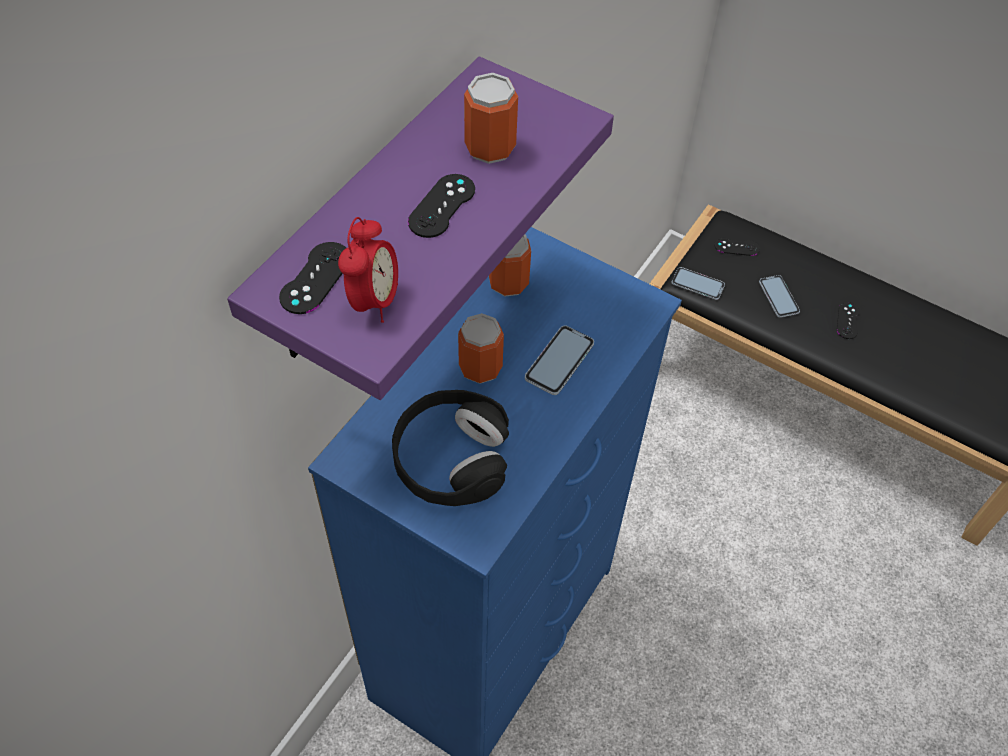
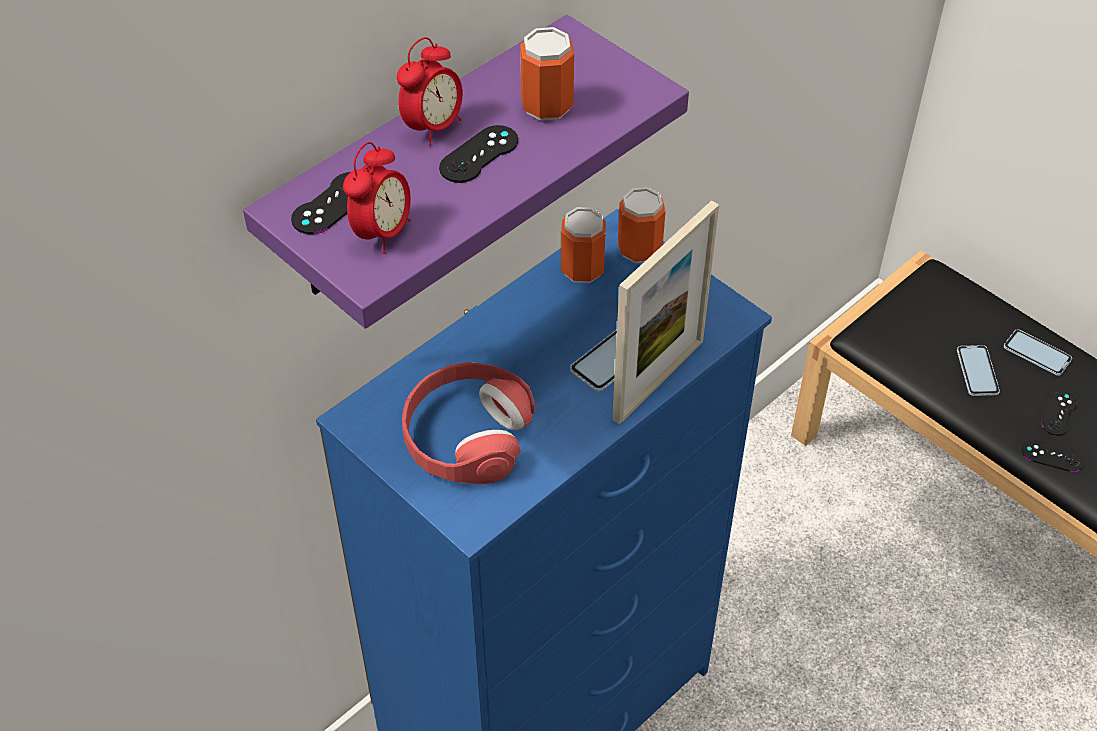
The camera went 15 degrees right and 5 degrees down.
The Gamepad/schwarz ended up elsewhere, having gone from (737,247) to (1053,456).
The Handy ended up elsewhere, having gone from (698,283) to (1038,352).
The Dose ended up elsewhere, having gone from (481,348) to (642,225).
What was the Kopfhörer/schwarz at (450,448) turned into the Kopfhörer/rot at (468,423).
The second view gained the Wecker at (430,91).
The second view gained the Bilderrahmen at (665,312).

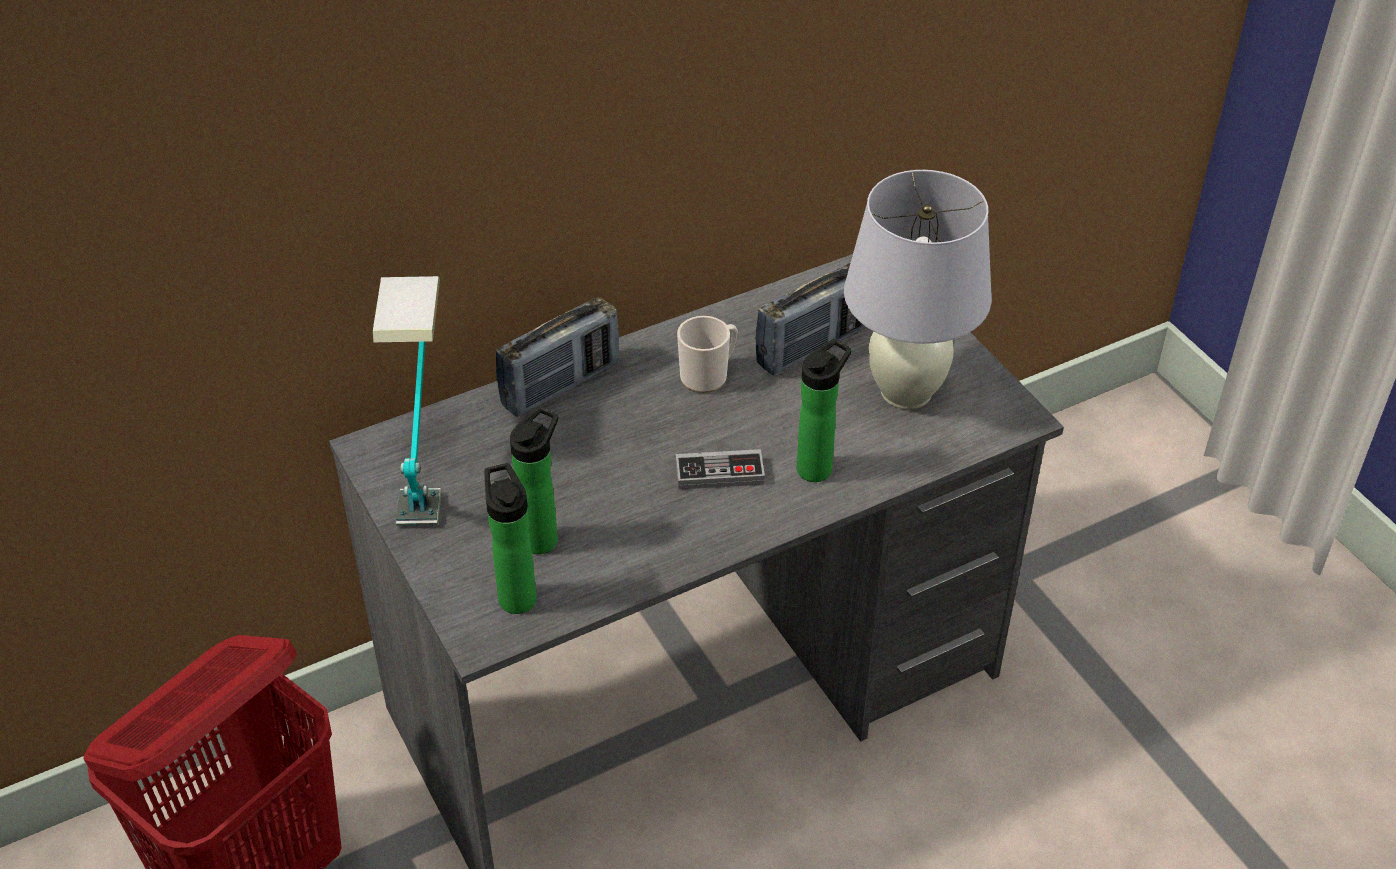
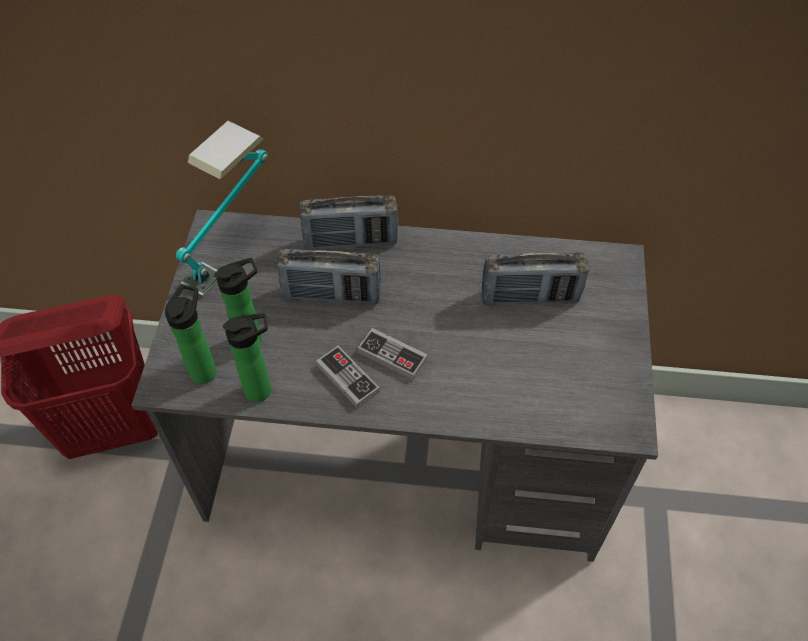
The camera went 35 degrees right and 10 degrees up.
The second view lost the Tischlampe/weiß at (918,289).
The second view lost the Henkelbecher at (707,354).
The Flasche ended up elsewhere, having gone from (824,410) to (247,357).
The second view gained the Radio at (329,276).
The second view gained the Gamepad at (348,377).

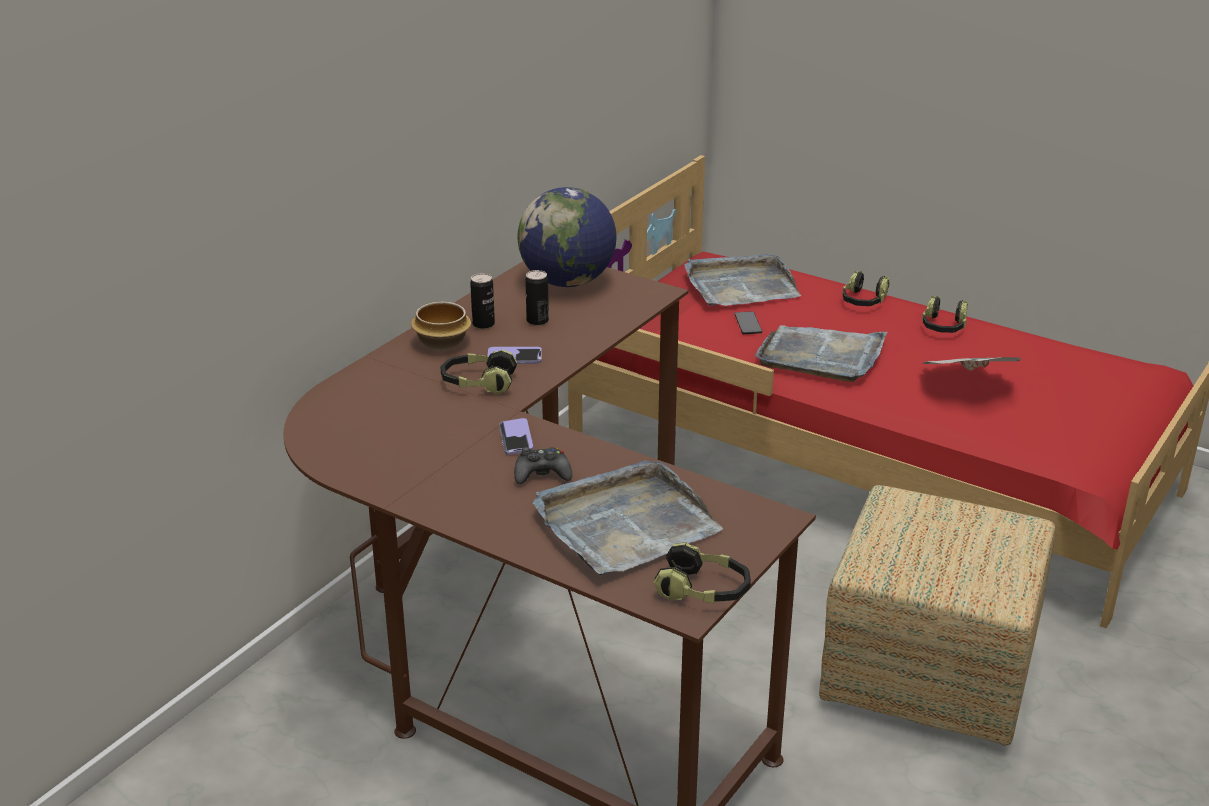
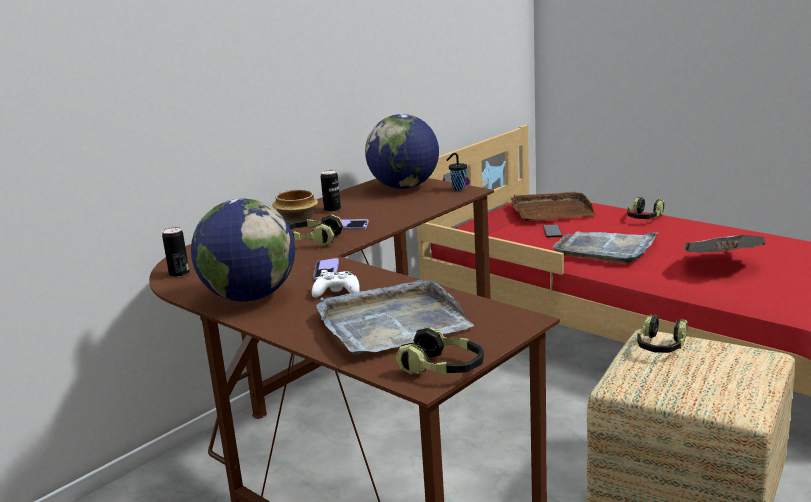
The camera went 10 degrees right and 10 degrees down.
What was the Tablett/grau at (742,280) turned into the Tablett/braun at (553,206).
The Dose ended up elsewhere, having gone from (537,298) to (175,252).
The Kopfhörer ended up elsewhere, having gone from (945,314) to (662,334).
What was the Gamepad/schwarz at (543,465) turned into the Gamepad/weiß at (336,284).
The second view gained the Tasse/schwarz at (456,172).
The second view gained the Globus at (243,250).

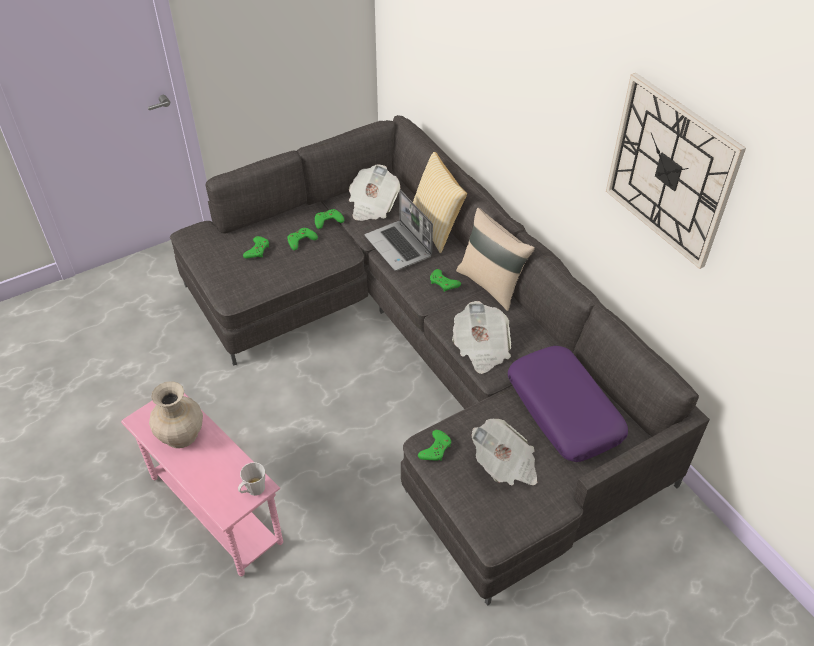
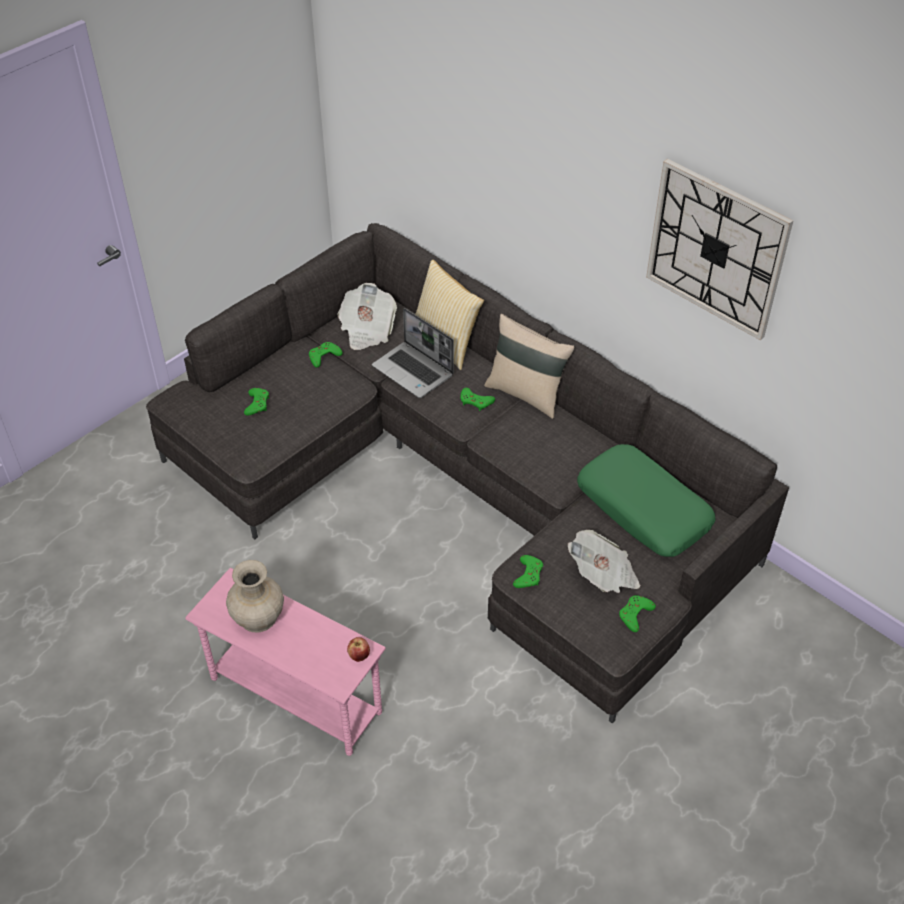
The camera went 15 degrees left and 0 degrees up.
The Gamepad/grün ended up elsewhere, having gone from (302,239) to (637,613).
The second view lost the Zeitung at (481,337).
What was the Kissen/lila at (568,404) turned into the Kissen/grün at (646,500).
Where the Henkelbecher/grau stood at (251,479), the Apfel came to stand at (358,649).

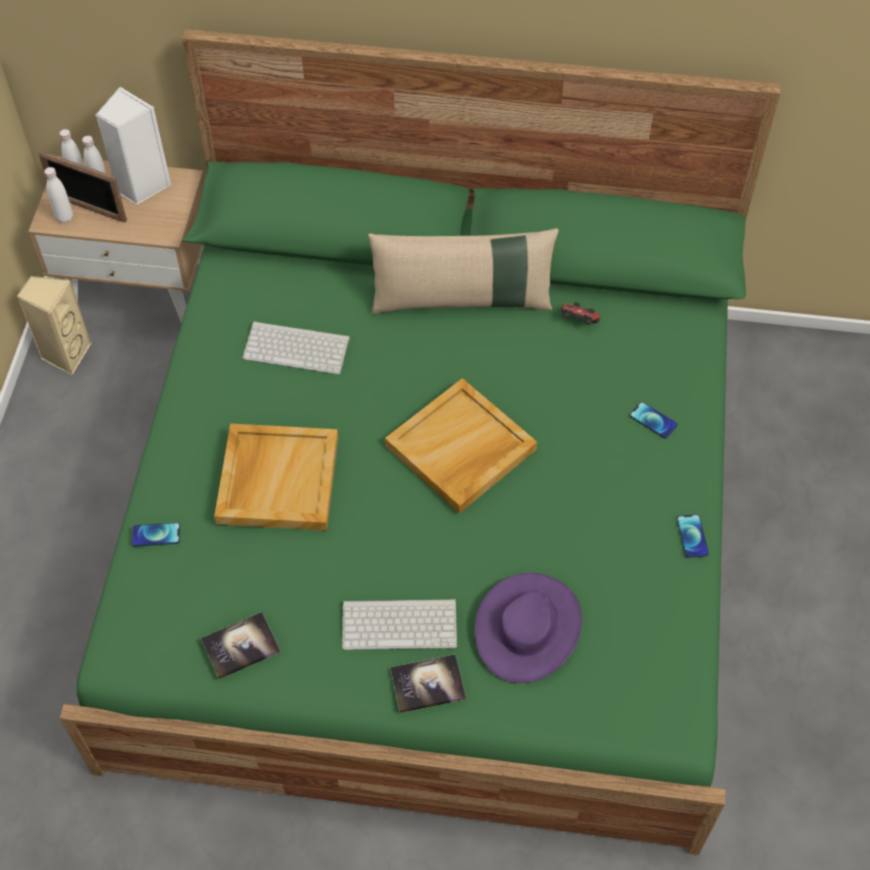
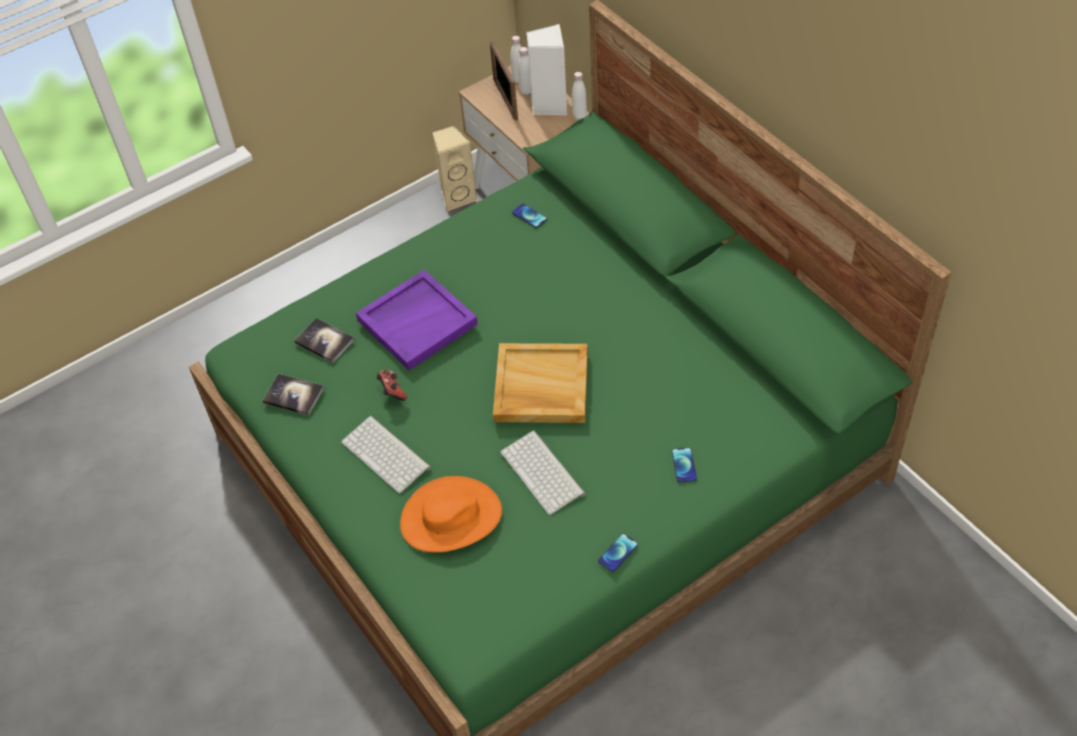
The camera went 50 degrees right and 5 degrees down.
The Flasche/weiß ended up elsewhere, having gone from (58,195) to (579,96).
The second view lost the Kissen/beige at (463,271).
The Gamepad ended up elsewhere, having gone from (580,313) to (391,385).
The Tastatur ended up elsewhere, having gone from (296,347) to (543,472).
What was the Tablett/beige at (276,477) turned into the Tablett/lila at (417,320).
The Handy ended up elsewhere, having gone from (156,534) to (529,215).
What was the Hut/lila at (528,628) turned into the Hut/orange at (451,514).
The Buch ended up elsewhere, having gone from (428,683) to (324,340).

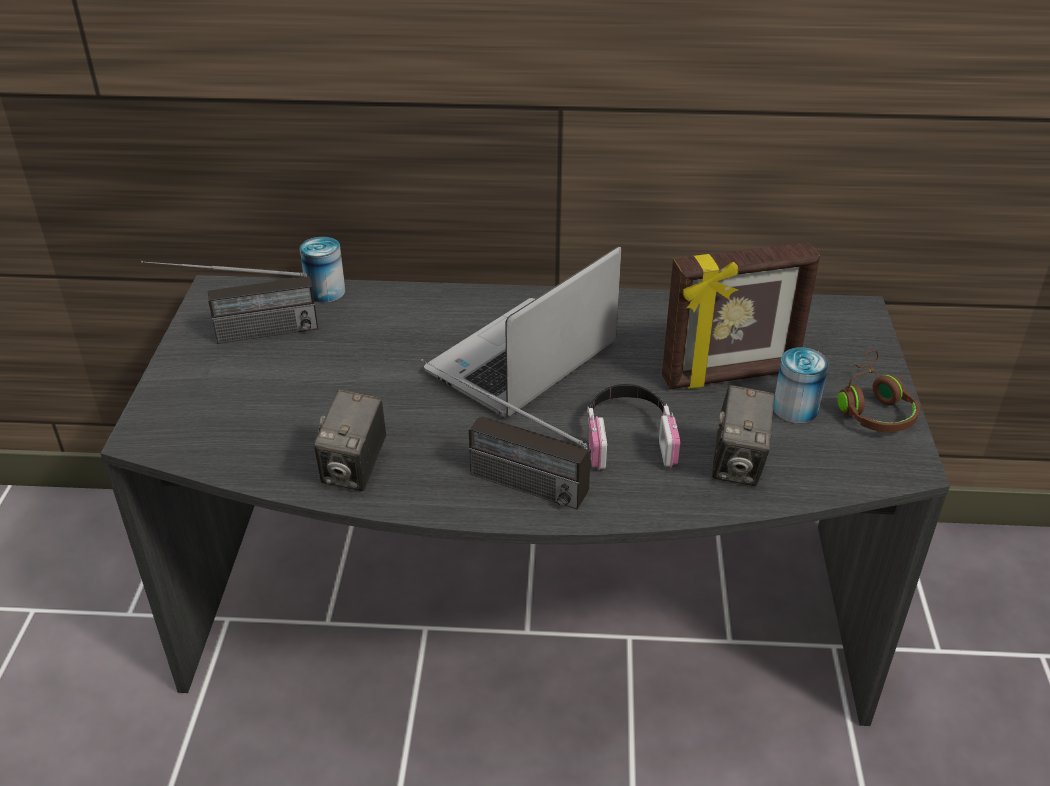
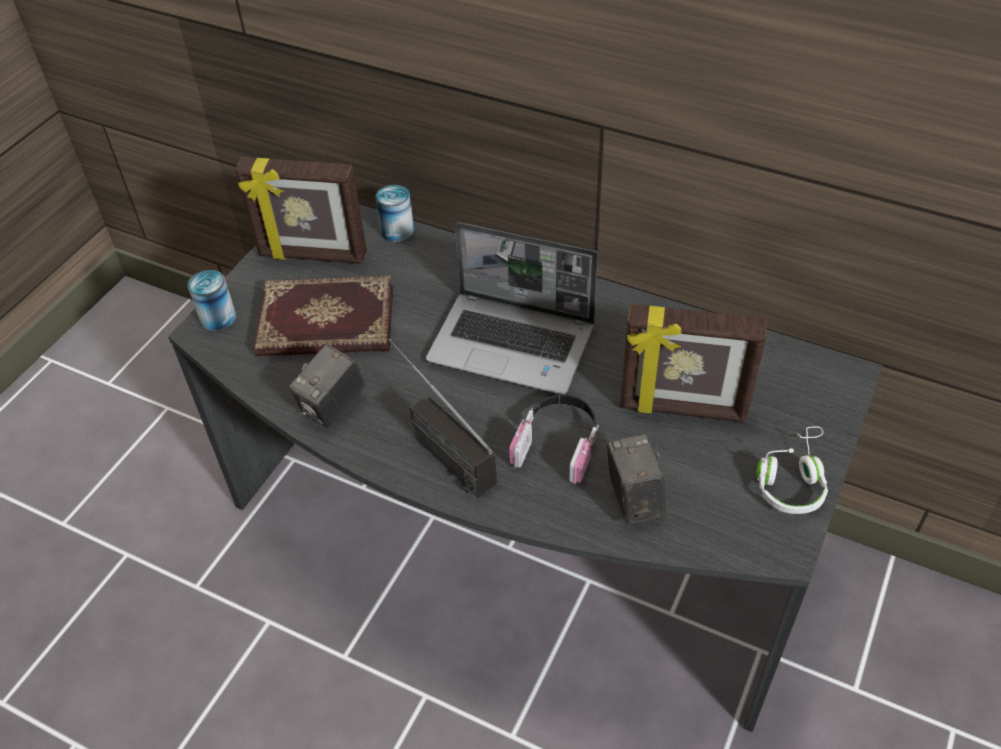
The camera went 25 degrees right and 10 degrees up.
The Laptop at (522,332) ended up facing another way, 135 degrees counterclockwise from before.
Where the Radio stood at (229,302), the Bilderrahmen came to stand at (301,210).
The Dose ended up elsewhere, having gone from (800,385) to (211,300).
What was the Kopfhörer/braun at (879,391) turned into the Kopfhörer/weiß at (792,470).
The Kamera at (743,435) ended up facing another way, 135 degrees clockwise from before.
The second view gained the Buch at (323,316).

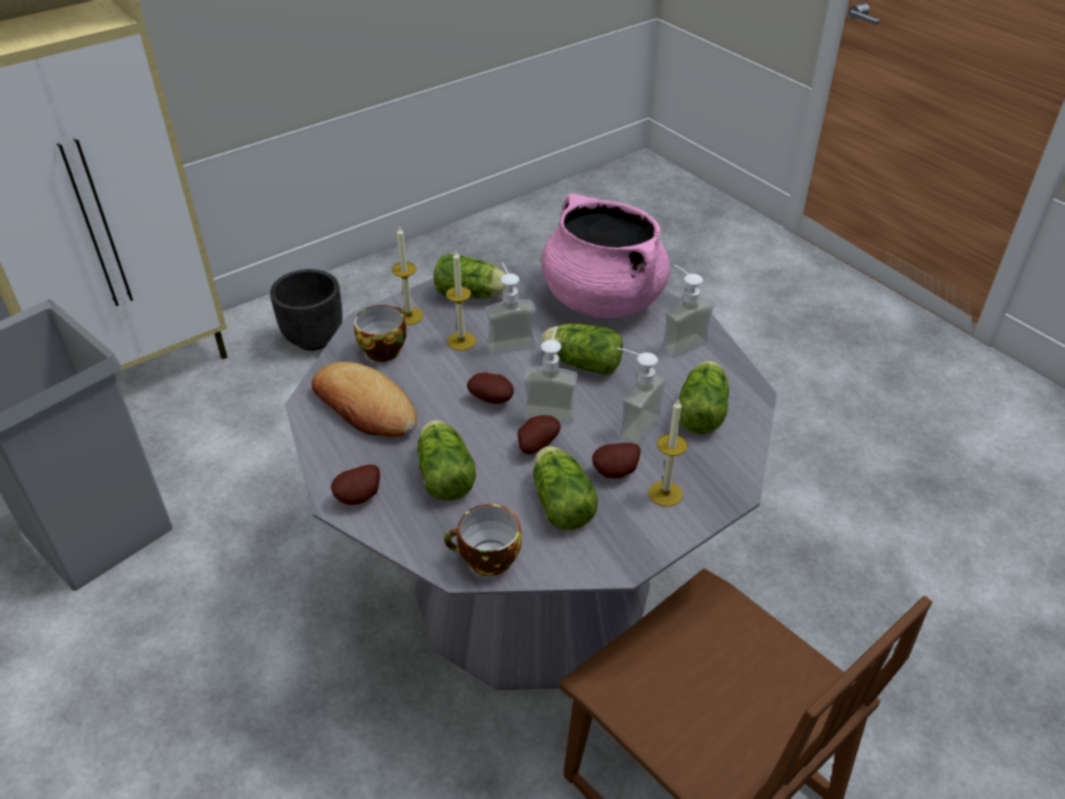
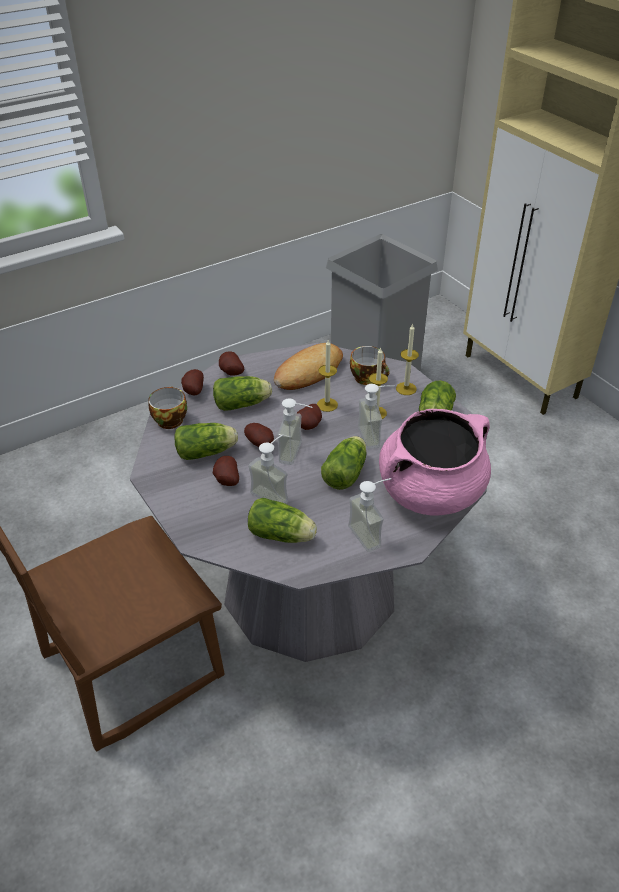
The camera went 95 degrees right and 0 degrees up.
The second view lost the Pflanzkübel/schwarz at (306,310).
The Kerze ended up elsewhere, having gone from (668,452) to (327,376).
The second view gained the Kartoffel at (192,382).

